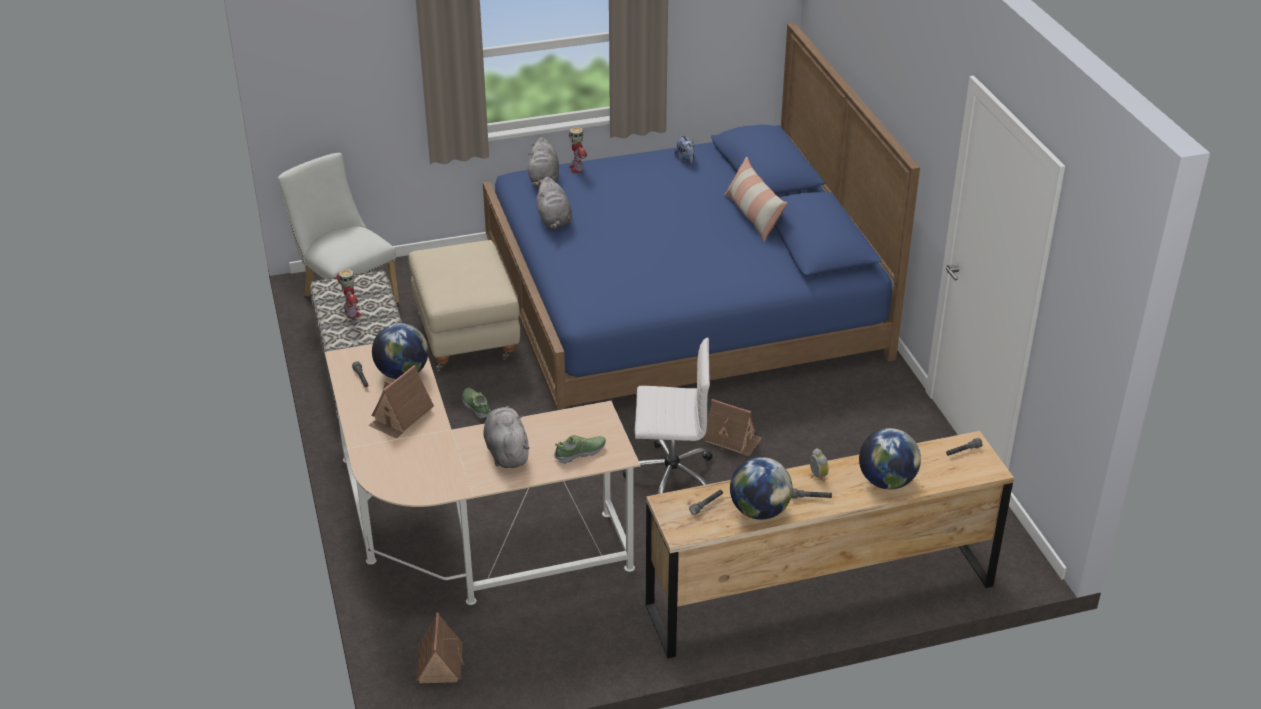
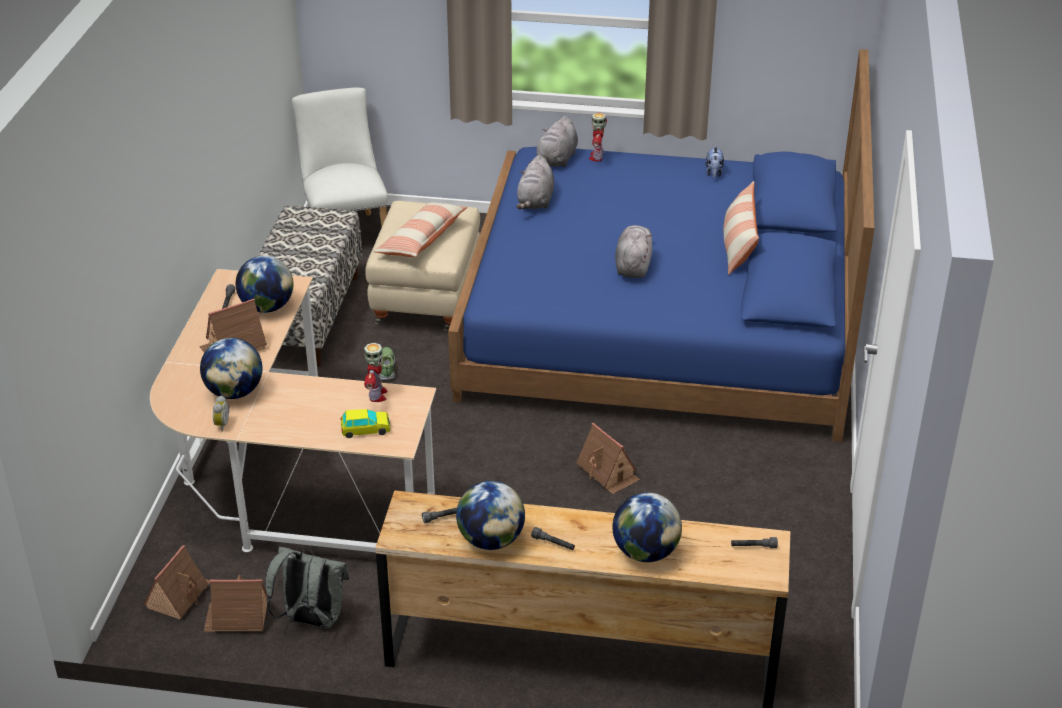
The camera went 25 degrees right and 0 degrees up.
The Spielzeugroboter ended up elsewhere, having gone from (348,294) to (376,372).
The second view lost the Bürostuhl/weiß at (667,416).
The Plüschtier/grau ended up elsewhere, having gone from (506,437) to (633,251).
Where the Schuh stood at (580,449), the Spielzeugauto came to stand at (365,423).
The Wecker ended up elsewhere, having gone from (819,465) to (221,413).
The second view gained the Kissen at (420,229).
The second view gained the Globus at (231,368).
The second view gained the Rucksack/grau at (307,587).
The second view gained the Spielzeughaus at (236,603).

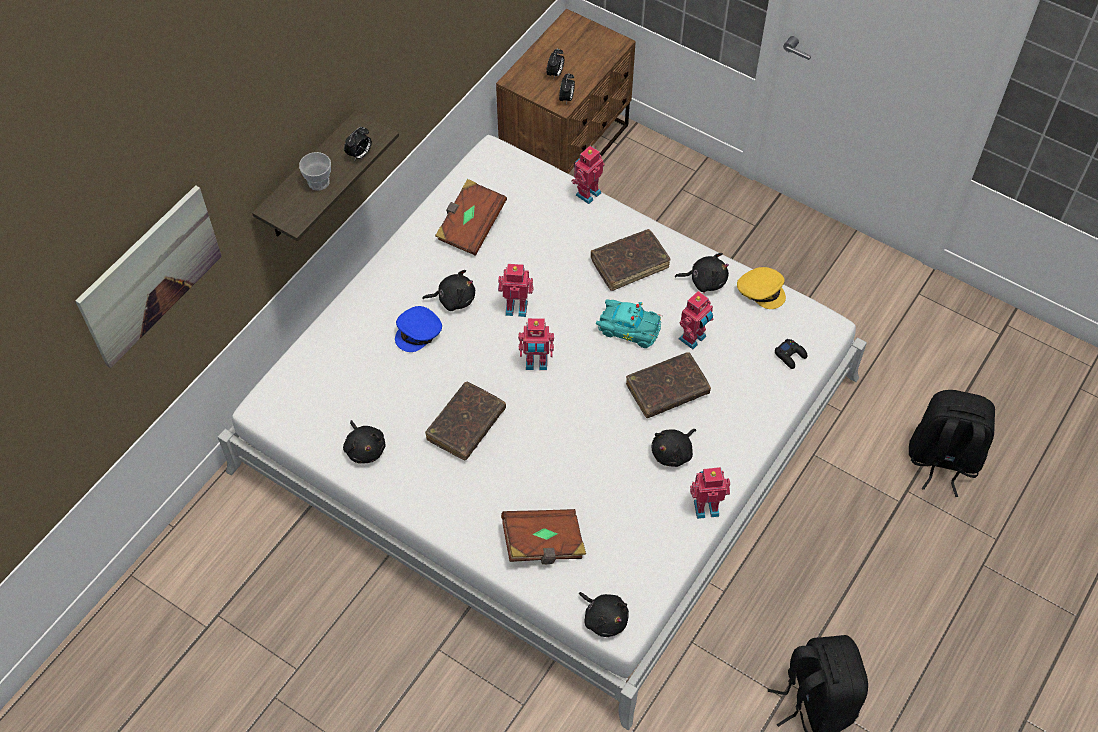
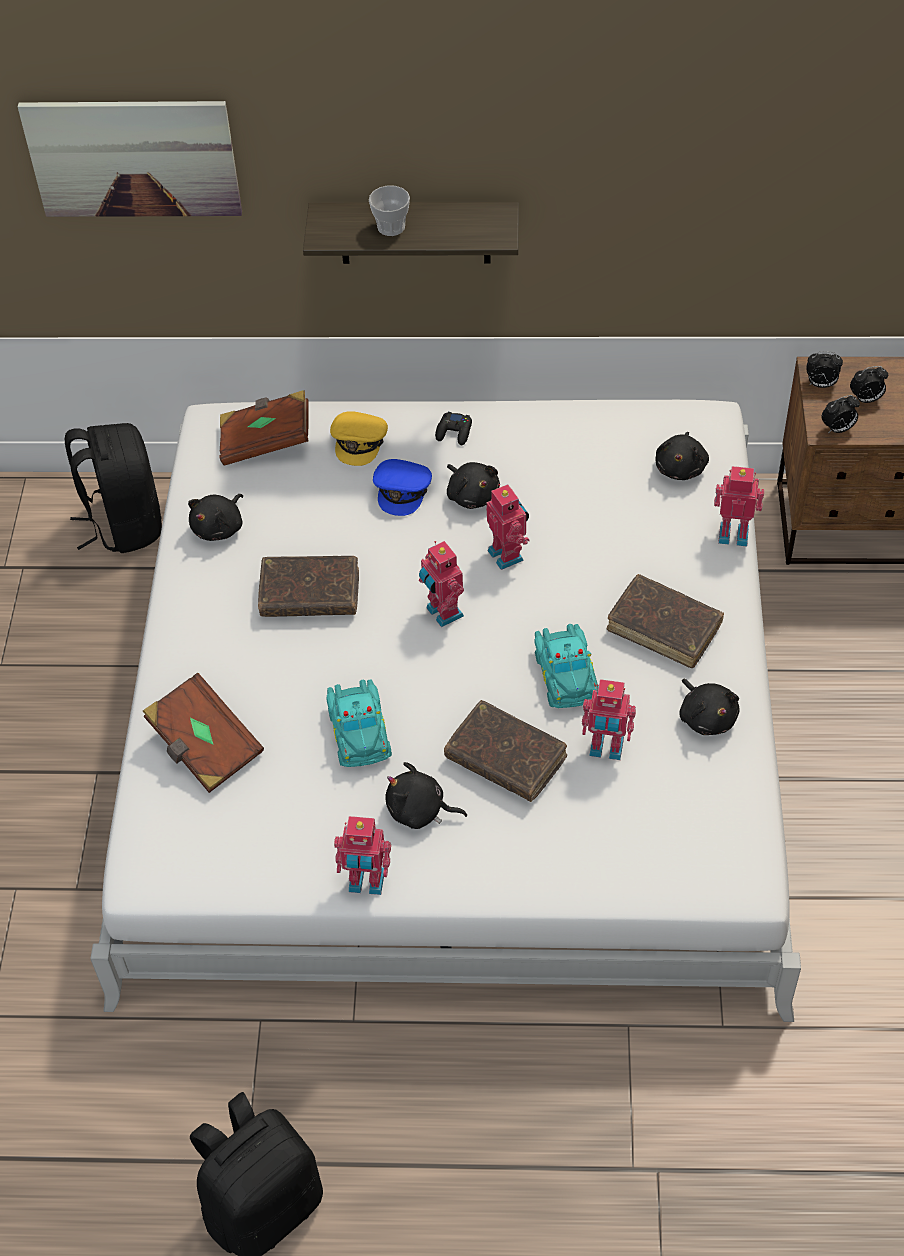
The camera went 60 degrees right and 5 degrees down.
The Wecker ended up elsewhere, having gone from (358,143) to (825,369).
The Buch/braun ended up elsewhere, having gone from (471,217) to (264,428).
The Kappe/gelb ended up elsewhere, having gone from (761,288) to (359,438).
The Kappe/blau at (418,329) ended up facing another way, 90 degrees counterclockwise from before.
The Gamepad/schwarz ended up elsewhere, having gone from (791,354) to (453,428).
The Rucksack/schwarz ended up elsewhere, having gone from (952,443) to (113,488).
The Spielzeugroboter at (710,493) ended up facing another way, 135 degrees clockwise from before.
The Plüschtier/schwarz ended up elsewhere, having gone from (604,614) to (682,456).
The second view gained the Spielzeugauto/türkis at (359,723).

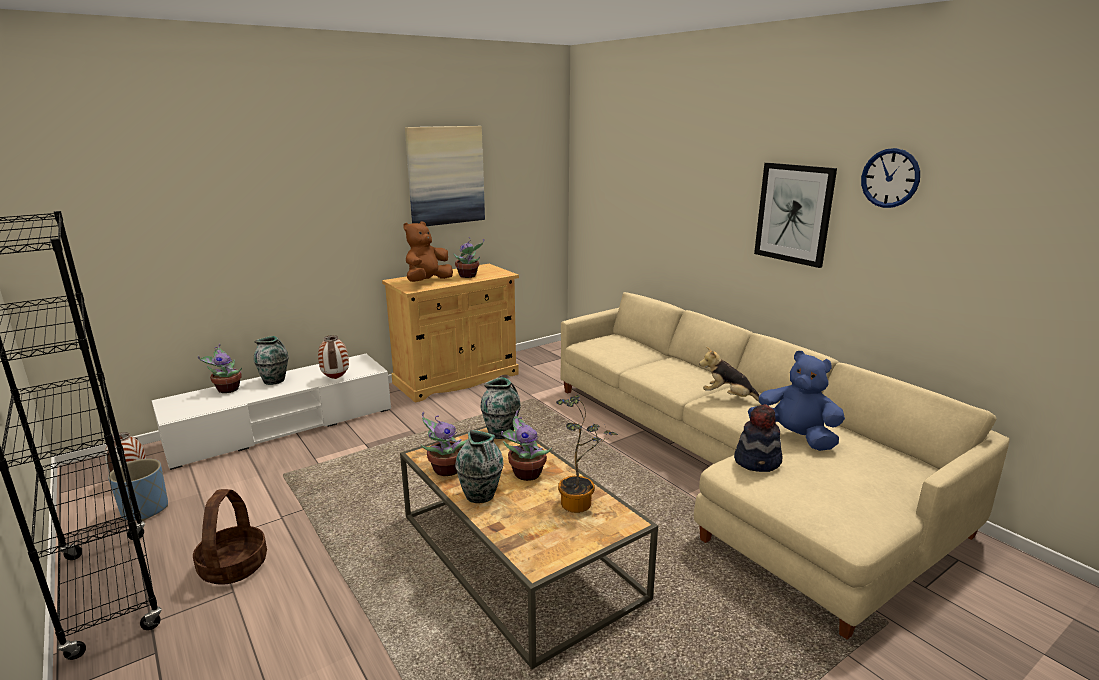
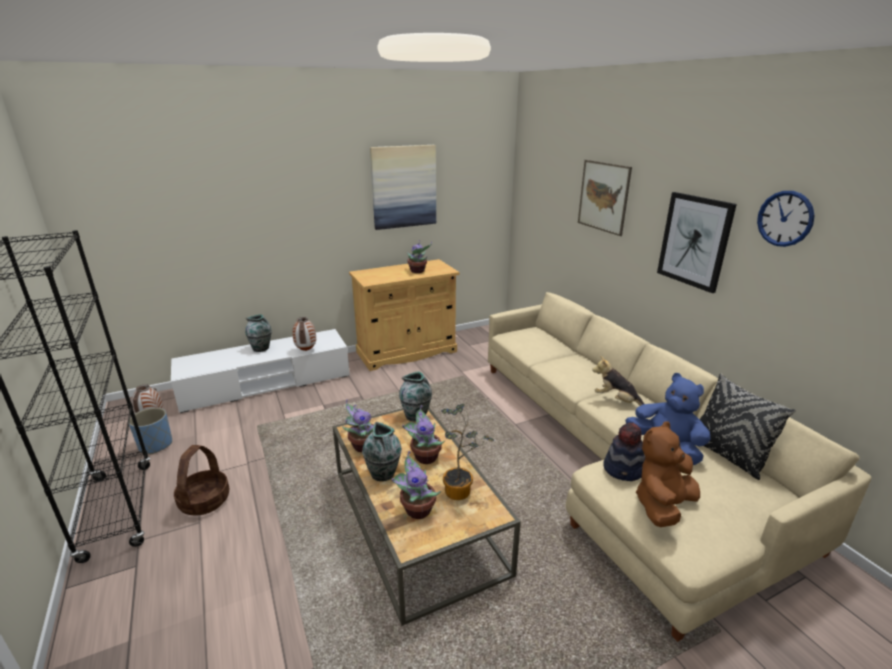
The camera went 10 degrees right and 5 degrees up.
The Plüschtier/braun ended up elsewhere, having gone from (428,252) to (668,474).
The Topfpflanze ended up elsewhere, having gone from (220,368) to (416,485).
The second view gained the Bild at (605,198).
The second view gained the Kissen/schwarz at (748,427).

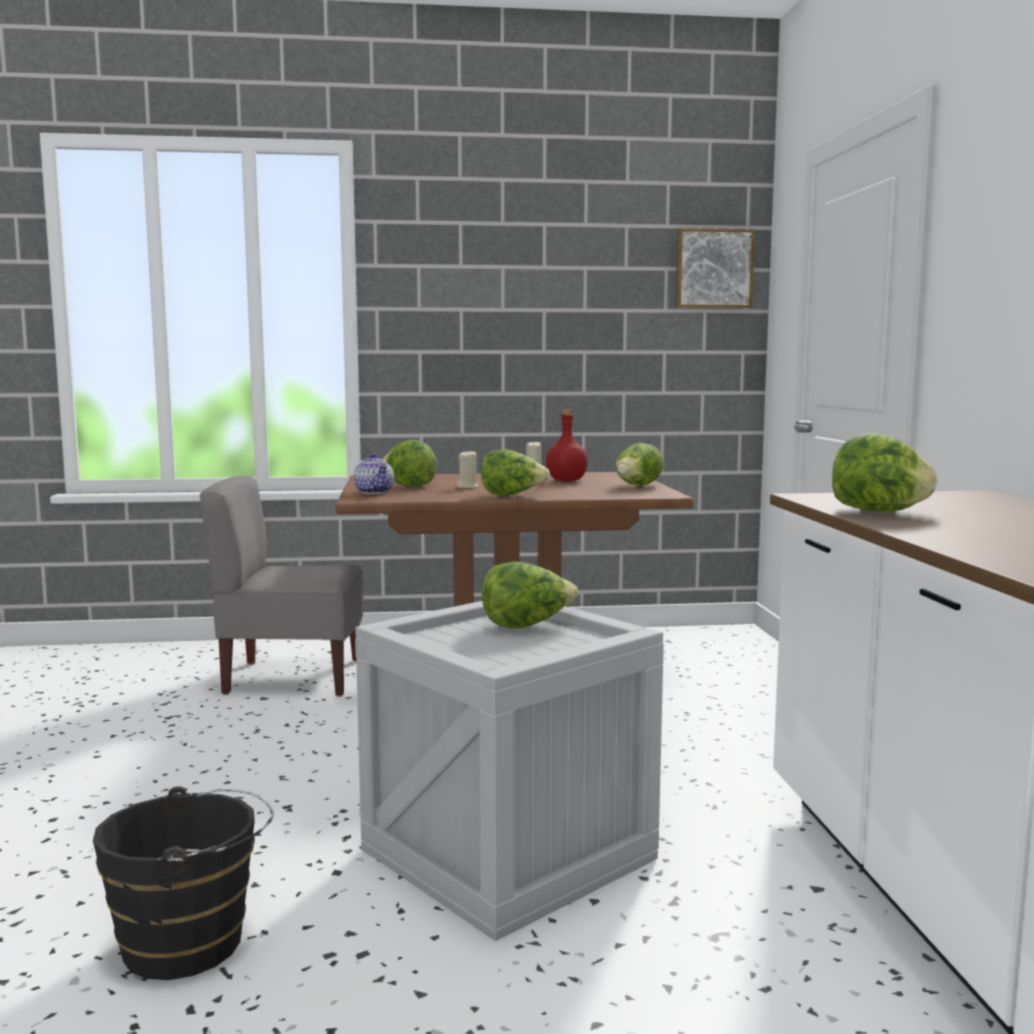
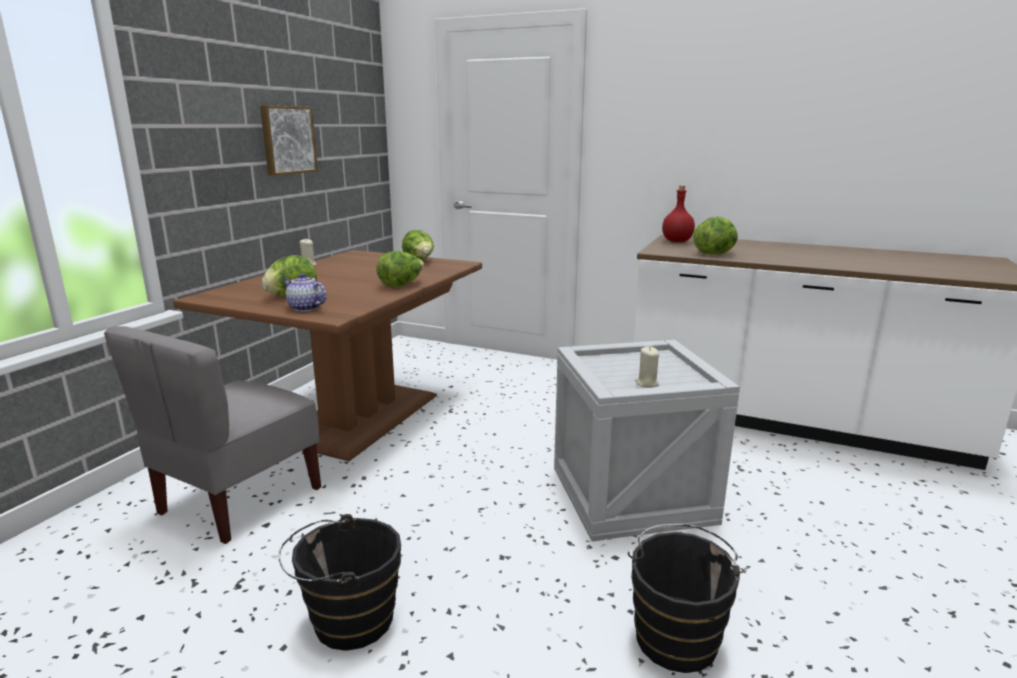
The camera went 60 degrees left and 10 degrees up.
The Bild ended up elsewhere, having gone from (715,268) to (289,140).
The Flasche/rot ended up elsewhere, having gone from (567,445) to (678,213).
The Kerze/beige ended up elsewhere, having gone from (467,469) to (647,367).
The Teekanne at (374,473) ended up facing another way, 150 degrees counterclockwise from before.
The second view lost the Salatkopf at (530,595).
The second view gained the Eimer/schwarz at (339,582).

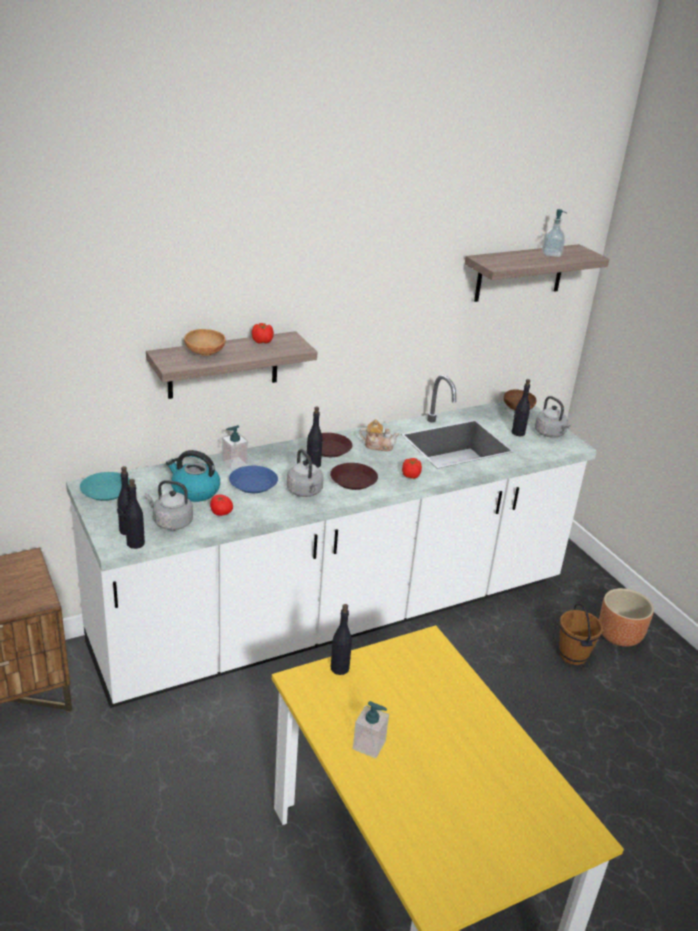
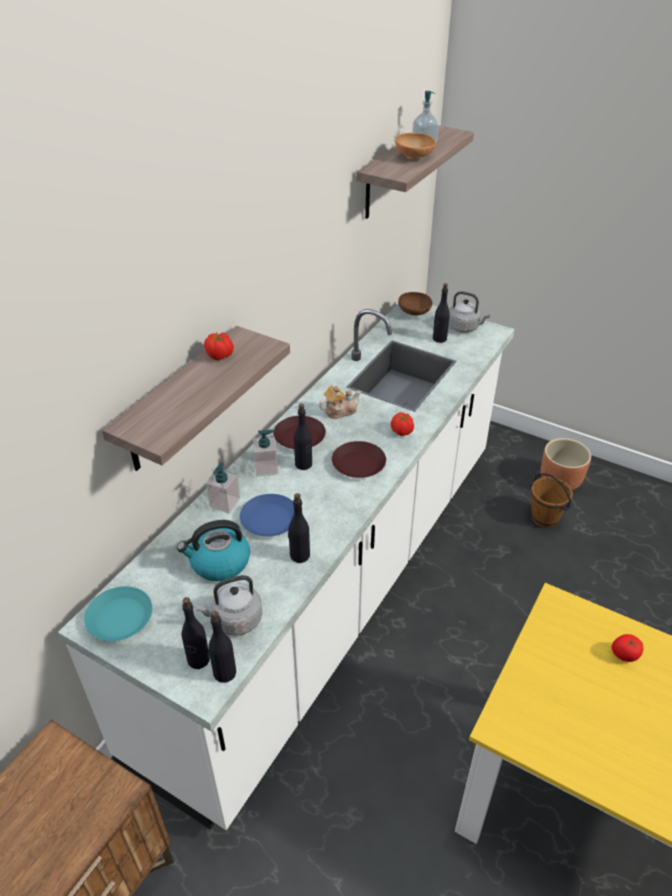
The camera went 30 degrees left and 10 degrees up.
The Schüssel/braun ended up elsewhere, having gone from (205,342) to (415,146).
The second view lost the Wasserkessel/grau at (305,473).
The Tomate ended up elsewhere, having gone from (221,505) to (627,648).
The Flasche/schwarz ended up elsewhere, having gone from (341,639) to (299,528).
The Seifenspender ended up elsewhere, having gone from (371,729) to (265,453).

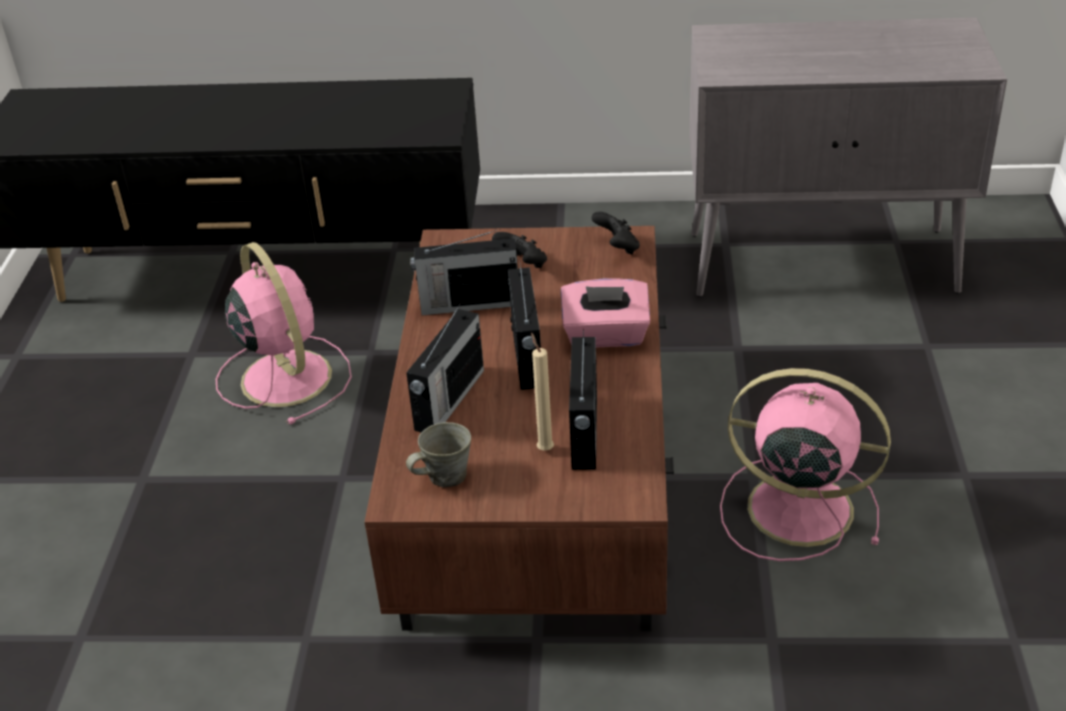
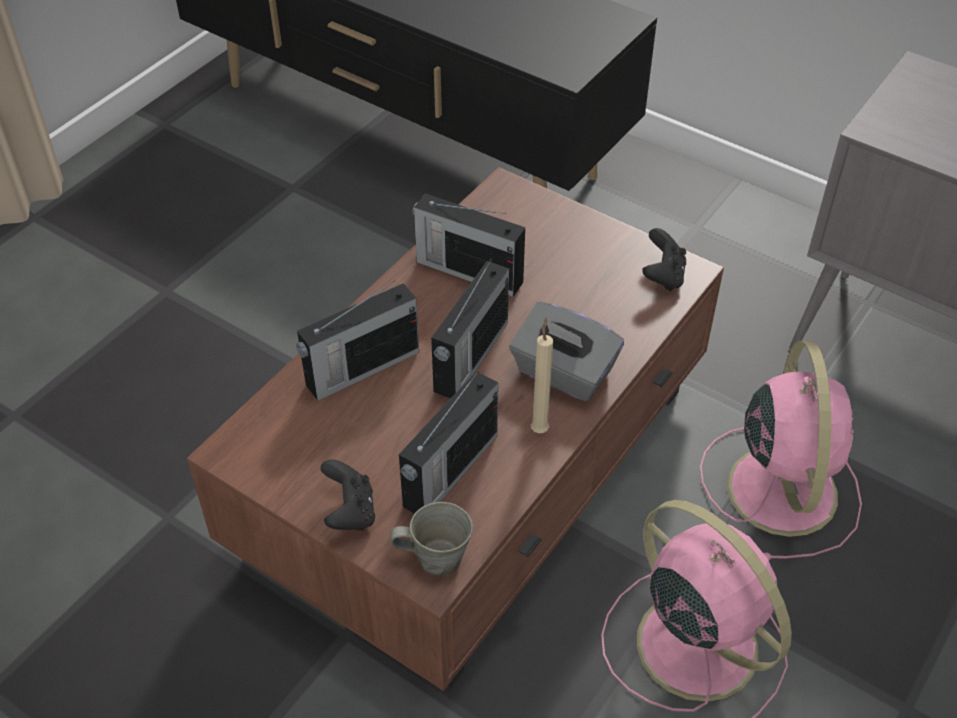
The camera went 30 degrees right and 10 degrees up.
The Gamepad/schwarz ended up elsewhere, having gone from (519,250) to (347,495).
The Ventilator/rosa ended up elsewhere, having gone from (284,333) to (781,450).
What was the Taschentuchbox/rosa at (605,313) turned into the Taschentuchbox/grau at (566,351).
The Kerze/beige ended up elsewhere, having gone from (542,392) to (542,375).
The Henkelbecher/grau ended up elsewhere, having gone from (438,455) to (431,539).

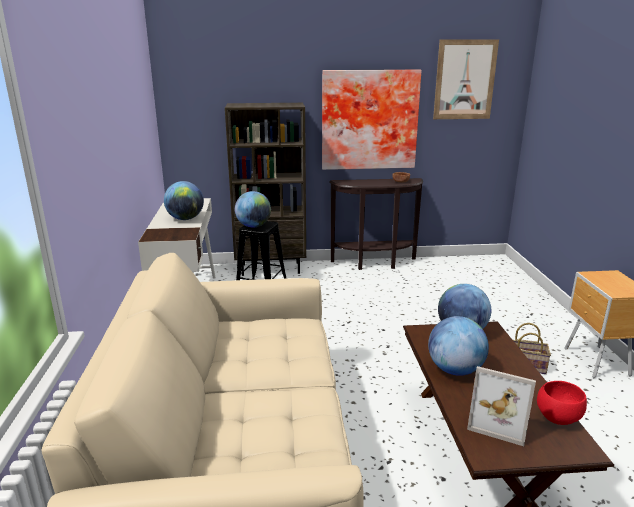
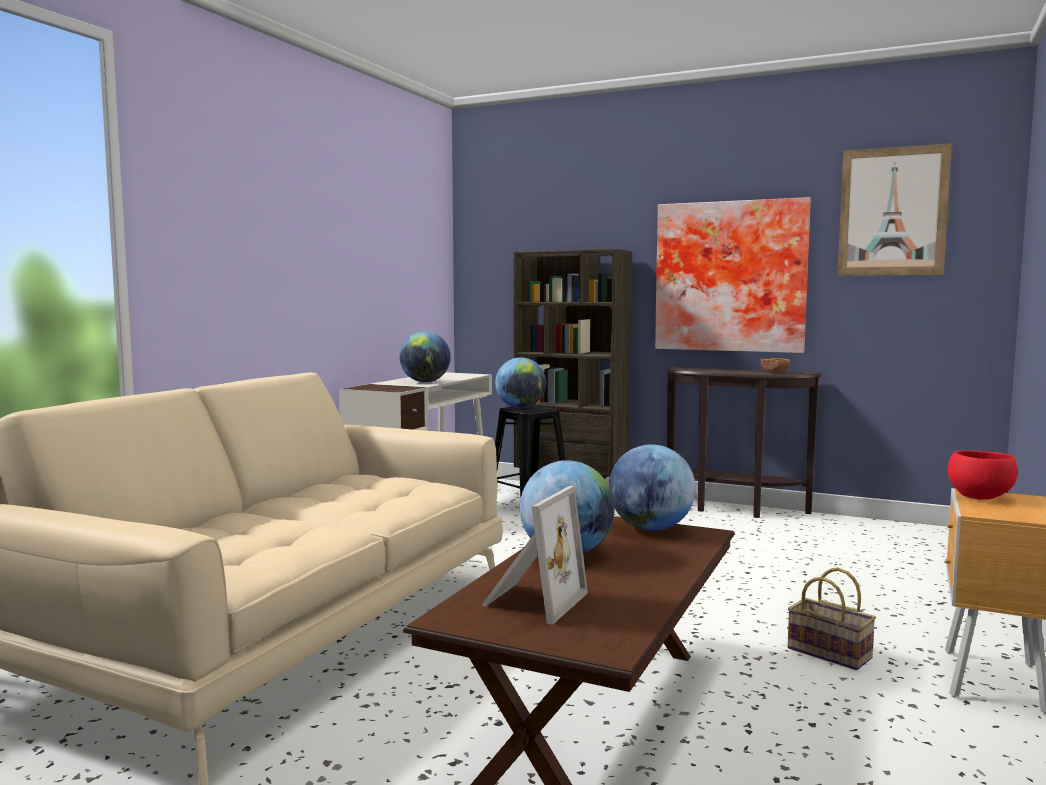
The camera went 30 degrees right and 15 degrees down.
The Bilderrahmen at (501,406) ended up facing another way, 120 degrees counterclockwise from before.
The Schüssel/rot ended up elsewhere, having gone from (562,403) to (982,475).

